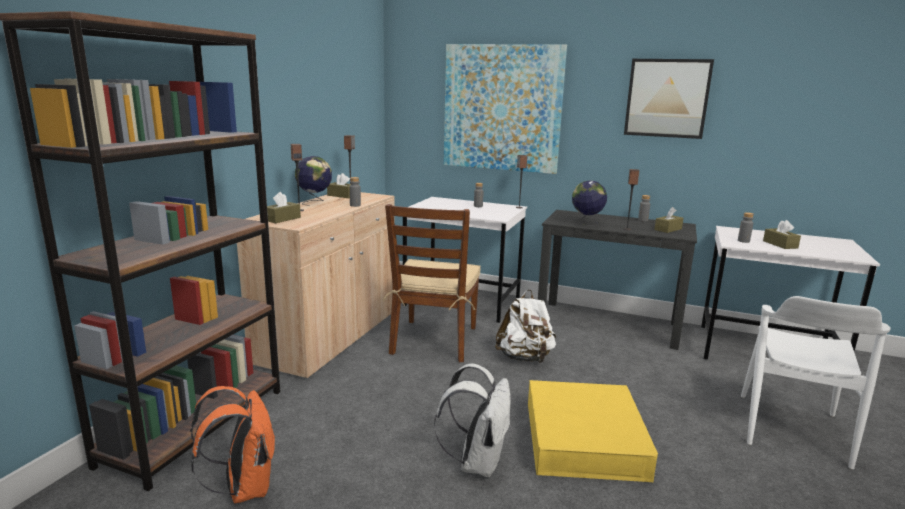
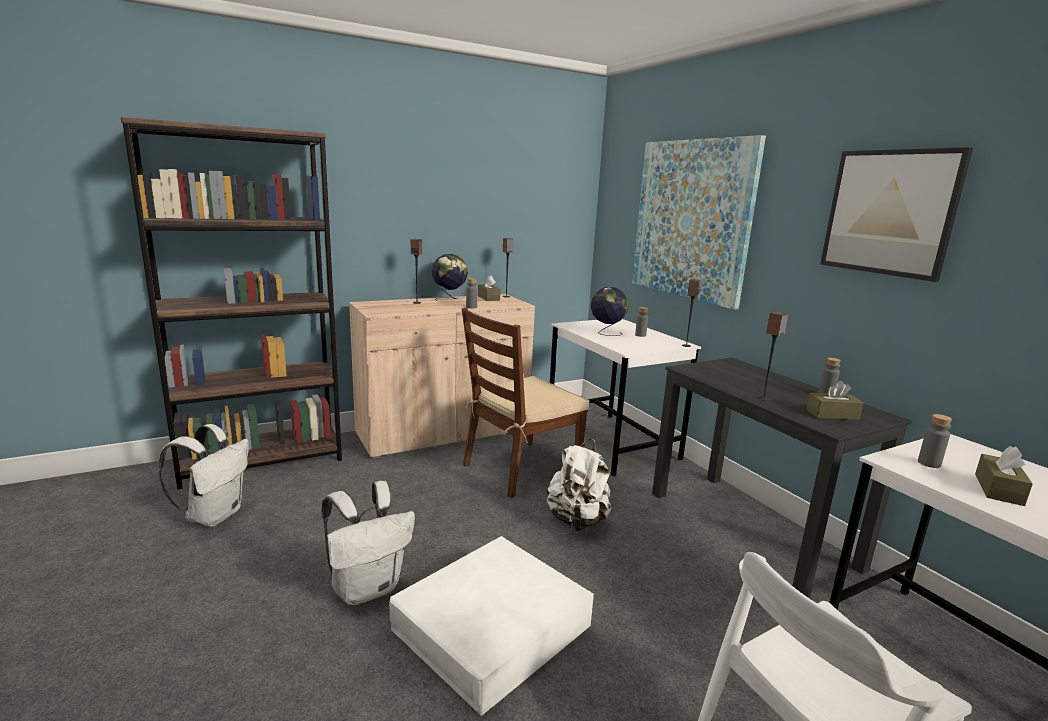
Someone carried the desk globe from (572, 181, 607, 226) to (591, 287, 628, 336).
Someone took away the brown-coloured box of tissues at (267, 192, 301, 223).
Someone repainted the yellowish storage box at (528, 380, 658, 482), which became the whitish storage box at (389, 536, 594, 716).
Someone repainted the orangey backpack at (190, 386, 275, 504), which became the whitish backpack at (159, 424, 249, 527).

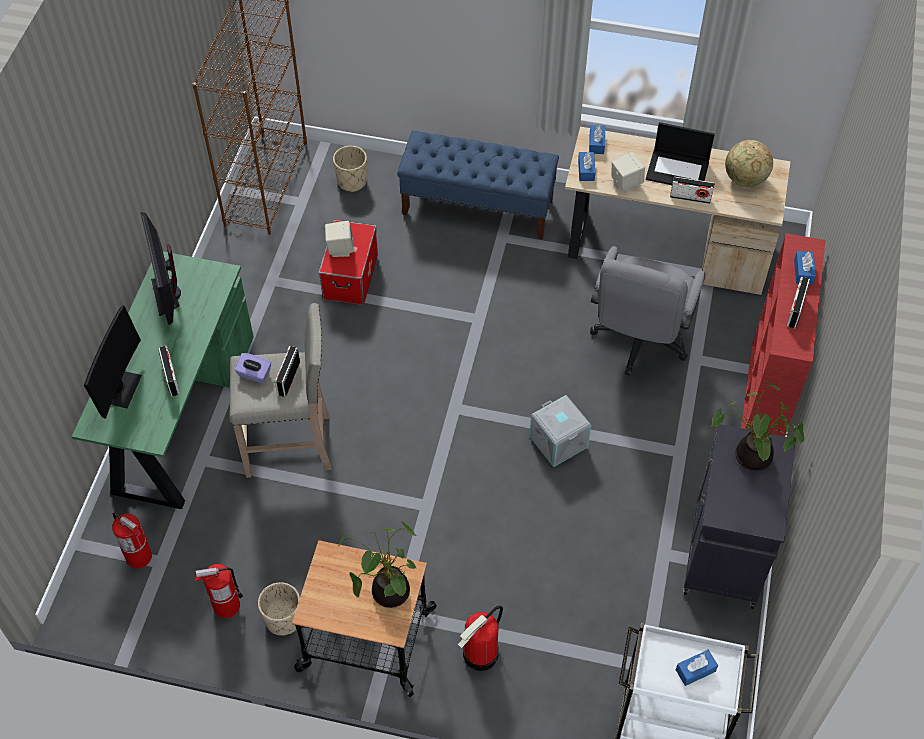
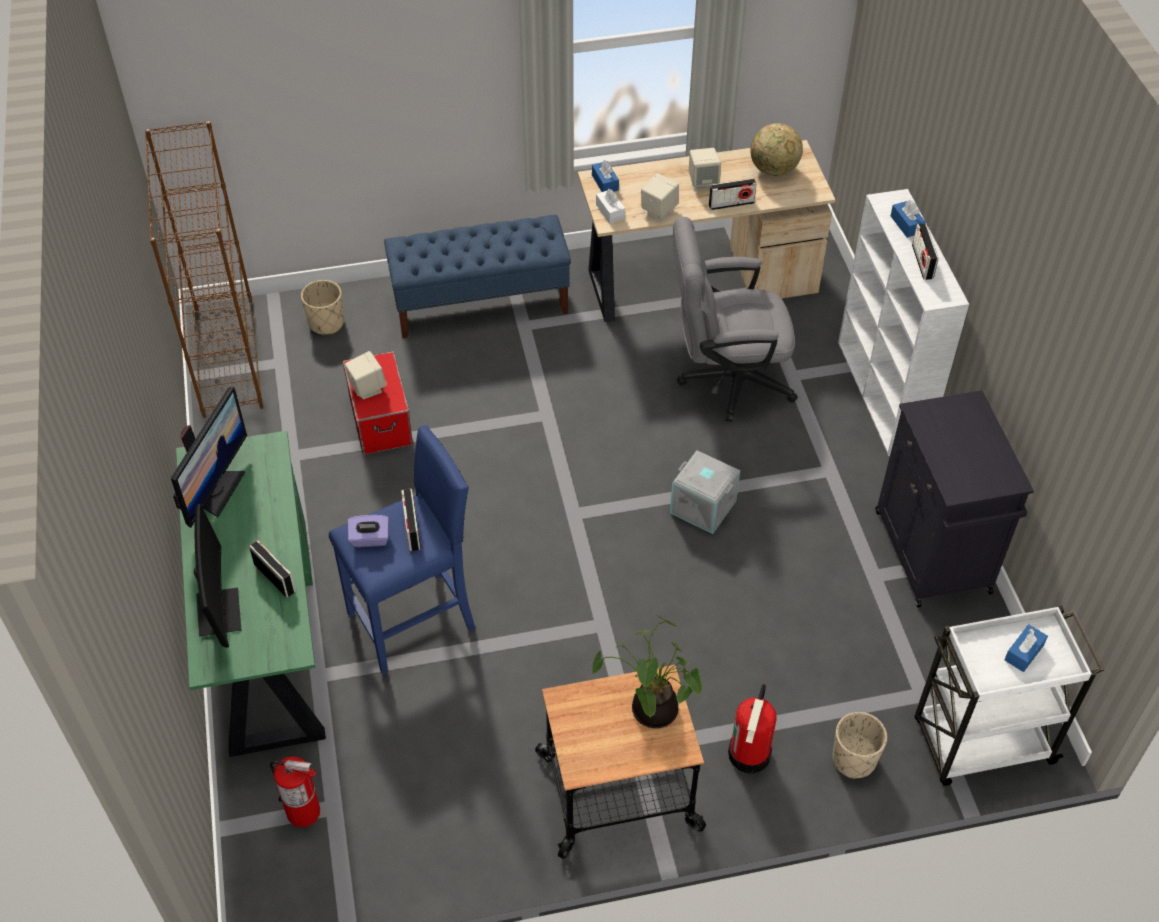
Someone swapped the notebook computer at (646, 122, 715, 185) for the beige-coloured loudspeaker at (689, 148, 721, 190).
Someone repainted the blue-coloured box of tissues at (578, 151, 595, 181), which became the whitish box of tissues at (596, 188, 625, 224).
Someone rotated the computer screen at (140, 212, 181, 325) by 120 degrees counterclockwise.
Someone repainted the red shelving unit at (741, 233, 826, 437), which became the whitish shelving unit at (838, 189, 969, 456).
Someone rotated the gray desk chair at (590, 246, 705, 376) by 90 degrees clockwise.
Someone repainted the beige-coloured sitting stool at (230, 303, 331, 478), which became the blue-coloured sitting stool at (329, 425, 475, 675).
Someone took away the houseplant at (712, 380, 804, 471).
Someone took away the extinguisher at (195, 564, 243, 618).
Someone carried the beige-coloured planter from (258, 582, 300, 636) to (832, 712, 887, 779).

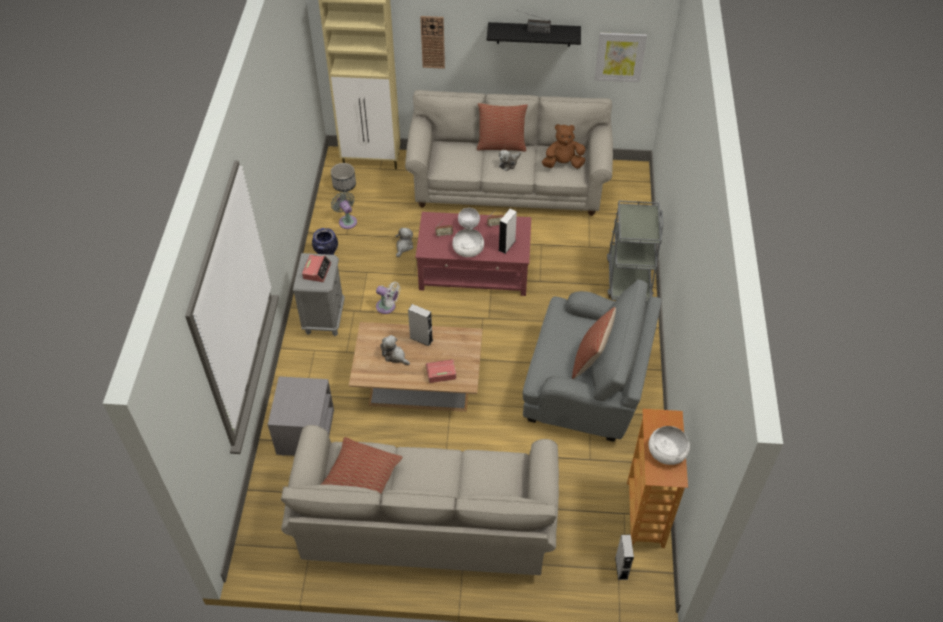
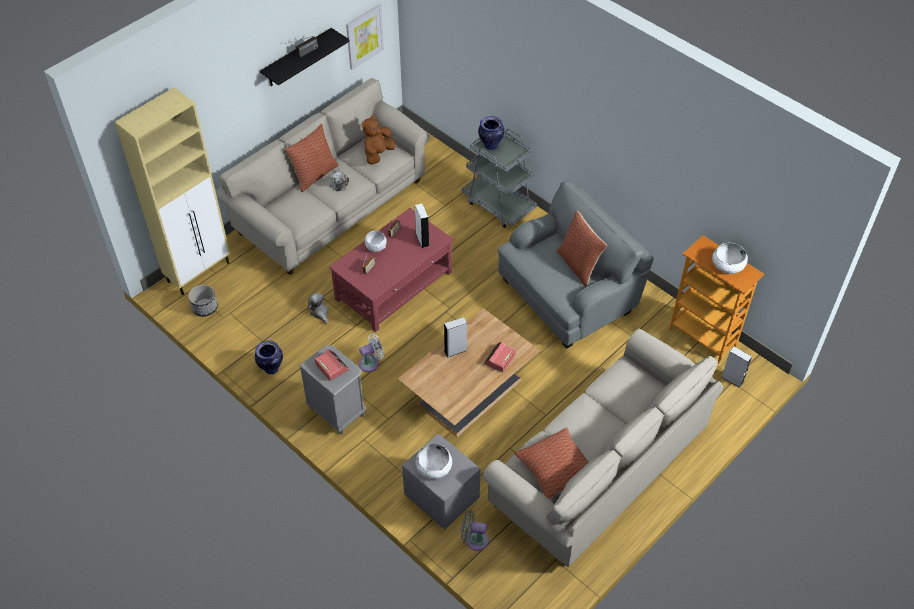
Someone took away the clock on the wall at (420, 16, 445, 69).
Someone carried the gray electric fan from (331, 192, 357, 229) to (461, 510, 489, 551).
Someone carried the whitish serving bowl from (452, 229, 484, 257) to (416, 444, 452, 479).
Someone took away the plush toy at (380, 335, 410, 365).
Someone put down the flower vase at (478, 116, 504, 150).

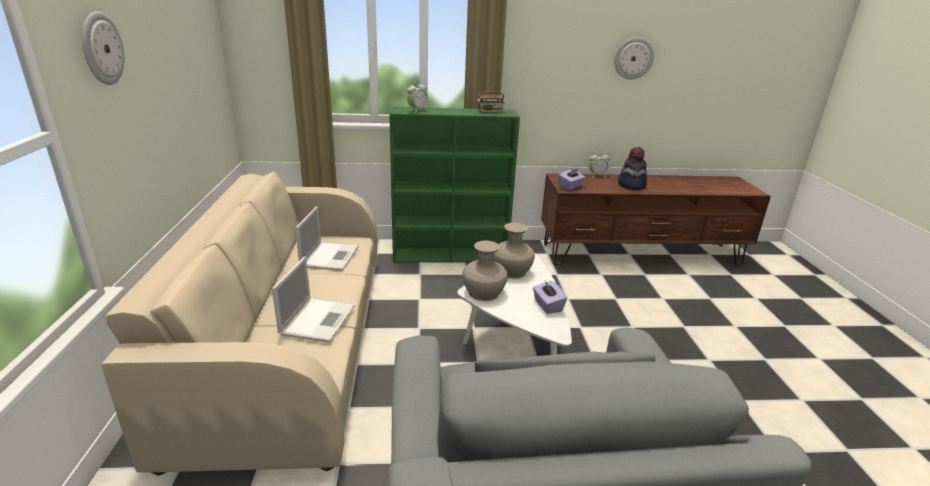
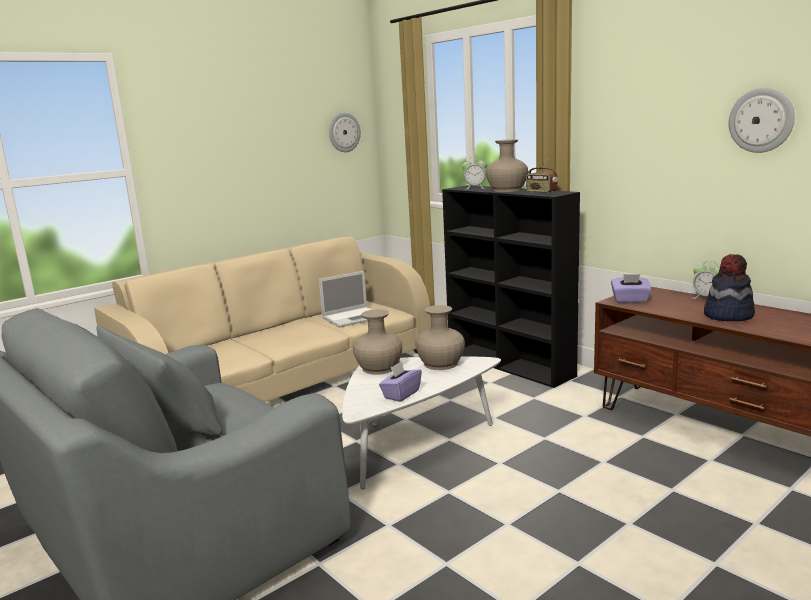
Someone carried the clock on the wall from (82, 11, 124, 85) to (329, 112, 361, 152).
Someone repainted the greenish shelving unit at (389, 107, 520, 262), which became the blackish shelving unit at (442, 185, 580, 388).
Someone took away the notebook computer at (272, 257, 355, 343).
Someone put down the beige-coloured flower vase at (486, 139, 528, 192).

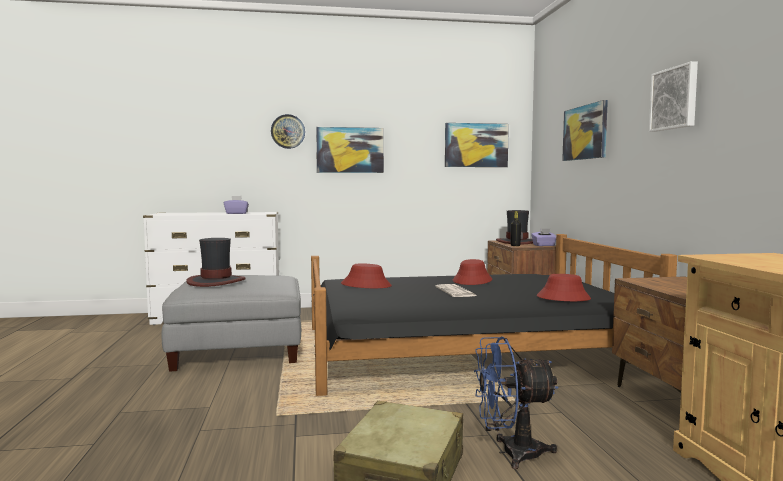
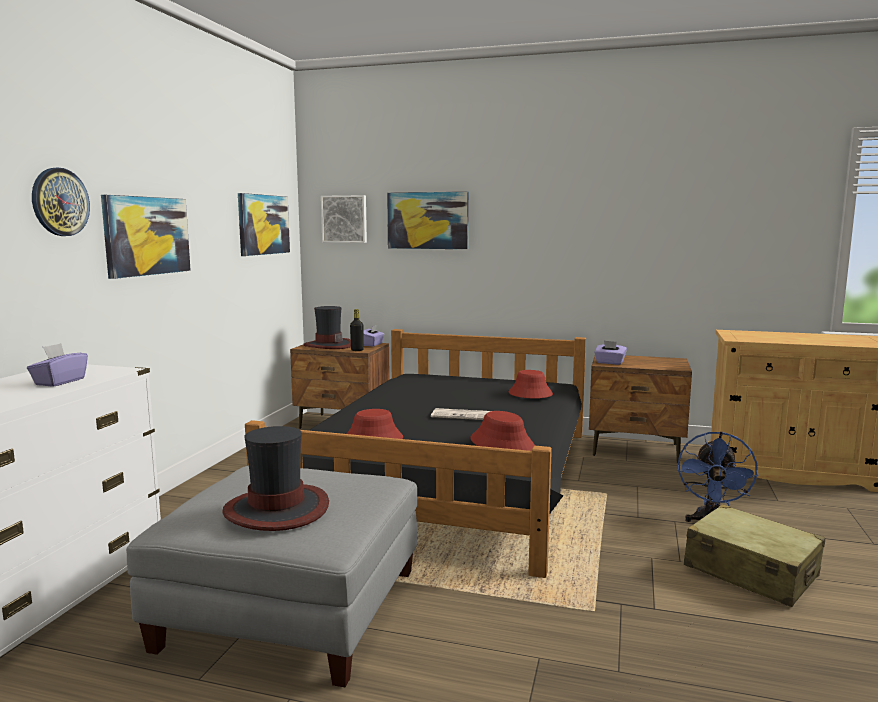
Someone carried the picture from (649, 61, 698, 132) to (321, 195, 367, 243).
Someone carried the red hat from (453, 259, 492, 285) to (470, 411, 535, 451).
Someone put down the purple-coloured box of tissues at (594, 341, 627, 365).

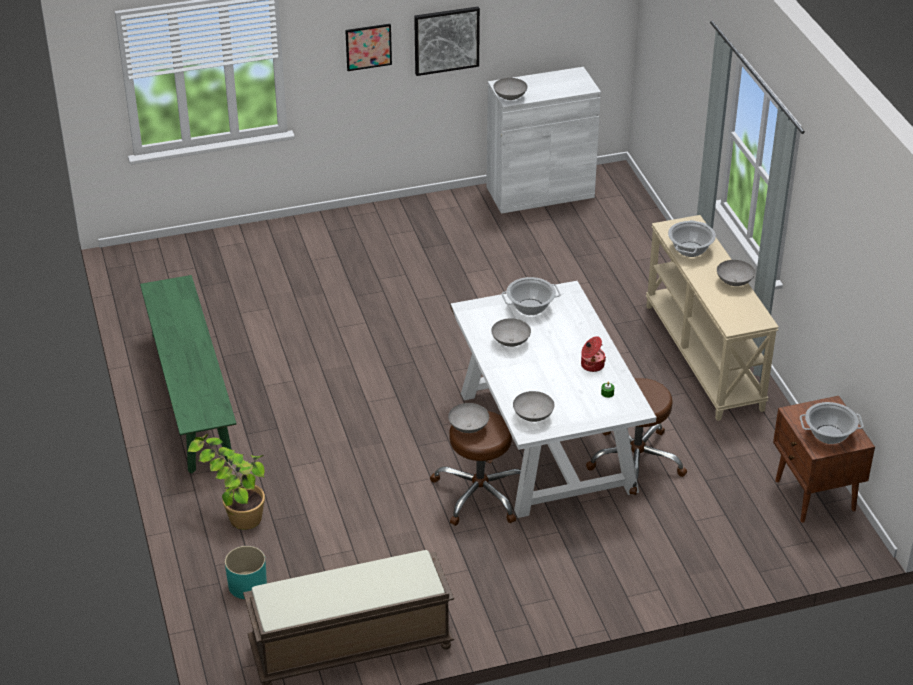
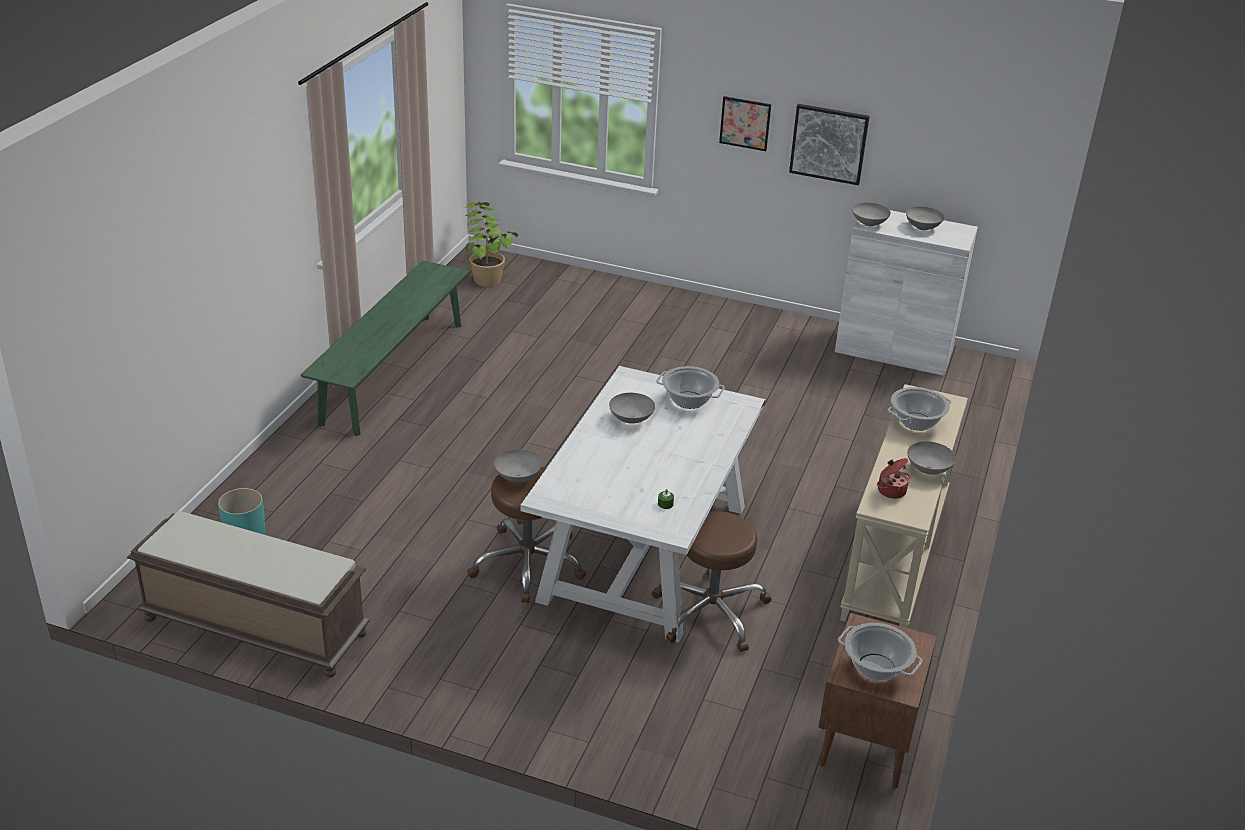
Someone carried the stockpot from (581, 336, 606, 372) to (877, 458, 910, 499).
Someone carried the gray serving bowl from (513, 391, 555, 422) to (906, 207, 944, 231).
Someone carried the houseplant from (187, 434, 265, 530) to (466, 201, 518, 287).

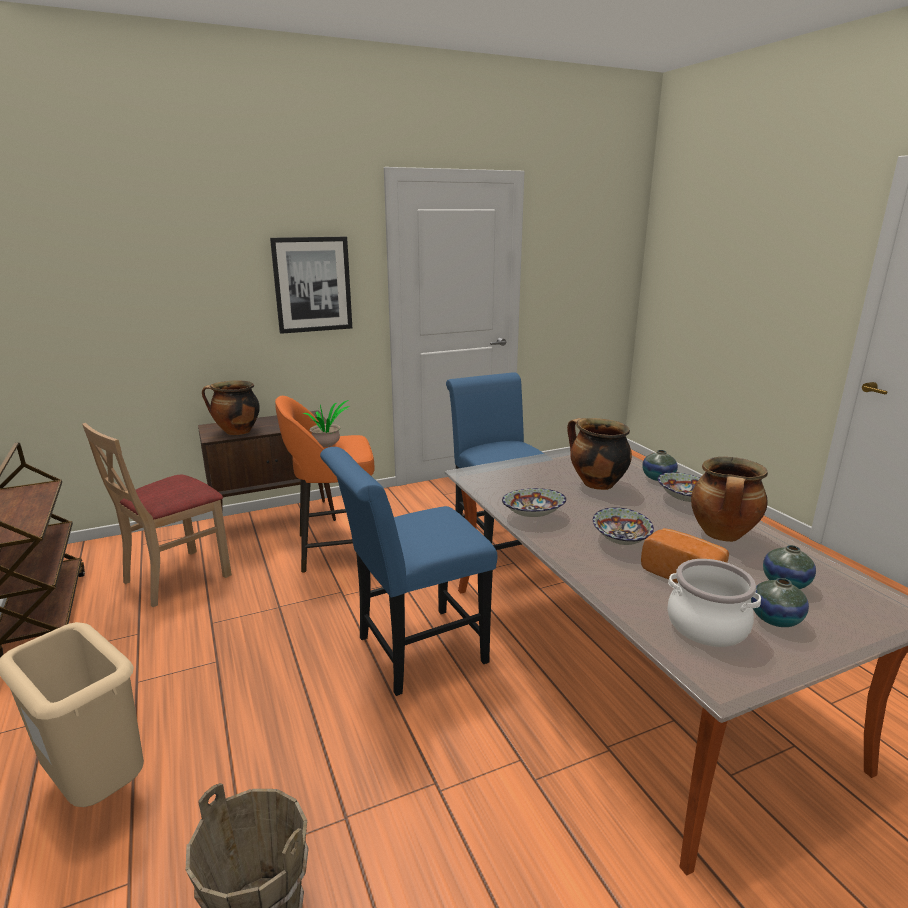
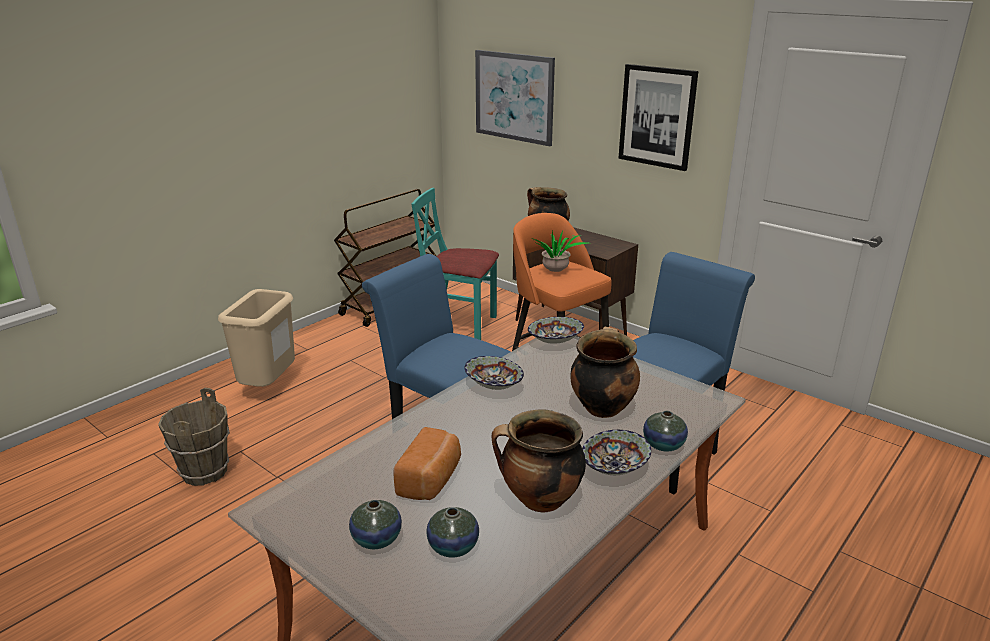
Someone repainted the beige-coloured chair at (82, 423, 232, 607), which became the turquoise-coloured chair at (412, 188, 499, 340).
Someone carried the serving bowl from (593, 507, 654, 545) to (528, 317, 584, 344).
Someone took away the stockpot at (667, 559, 761, 647).
Someone put up the picture at (475, 50, 555, 146).

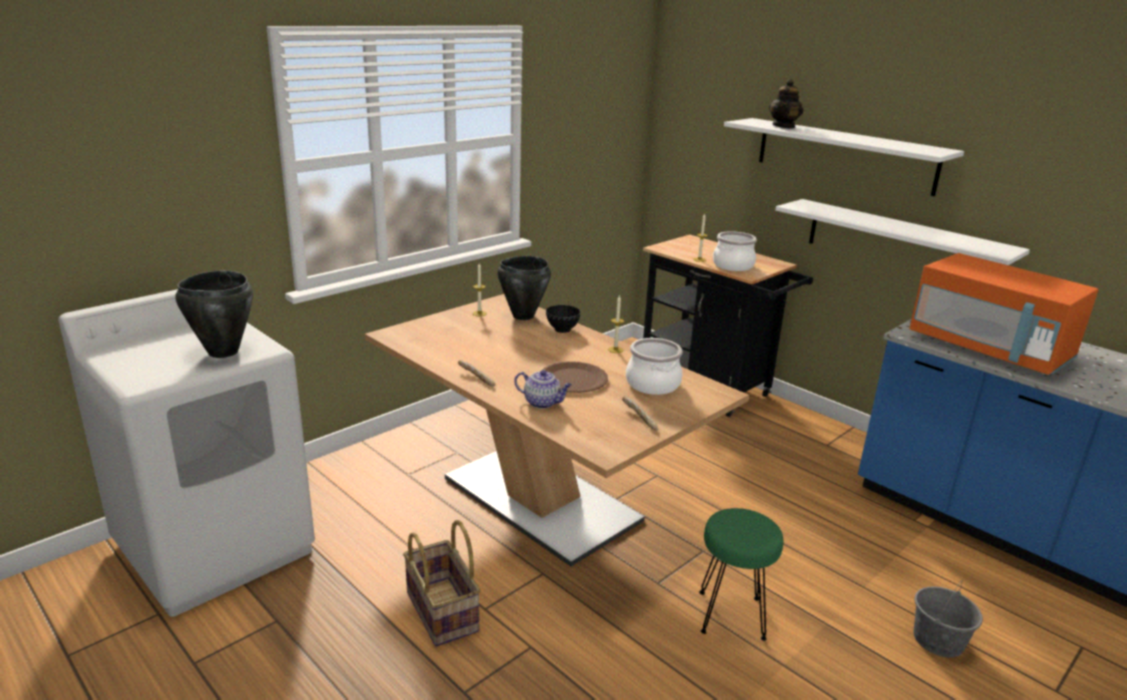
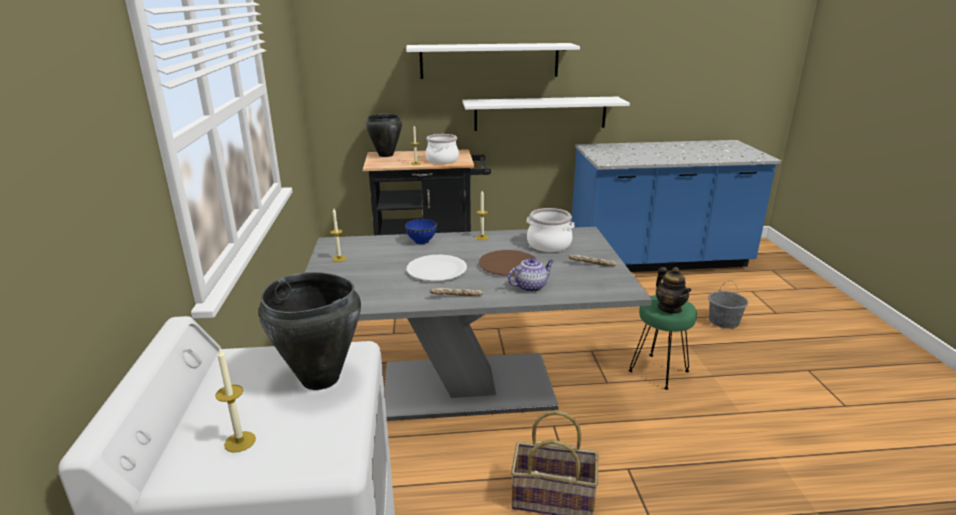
Someone carried the tea pot from (769, 79, 803, 128) to (656, 267, 691, 314).
Someone took away the orangey kitchen microwave at (909, 253, 1098, 375).
Someone carried the blackish stockpot from (498, 256, 551, 320) to (366, 114, 402, 157).
Someone repainted the brown-coloured dining table at (365, 294, 749, 566), which became the gray dining table at (305, 227, 652, 421).
Someone repainted the blackish serving bowl at (546, 305, 581, 333), which became the blue-coloured serving bowl at (405, 219, 437, 244).
Someone put down the whitish dinner plate at (407, 255, 467, 281).
Someone put down the candle at (215, 348, 256, 453).

